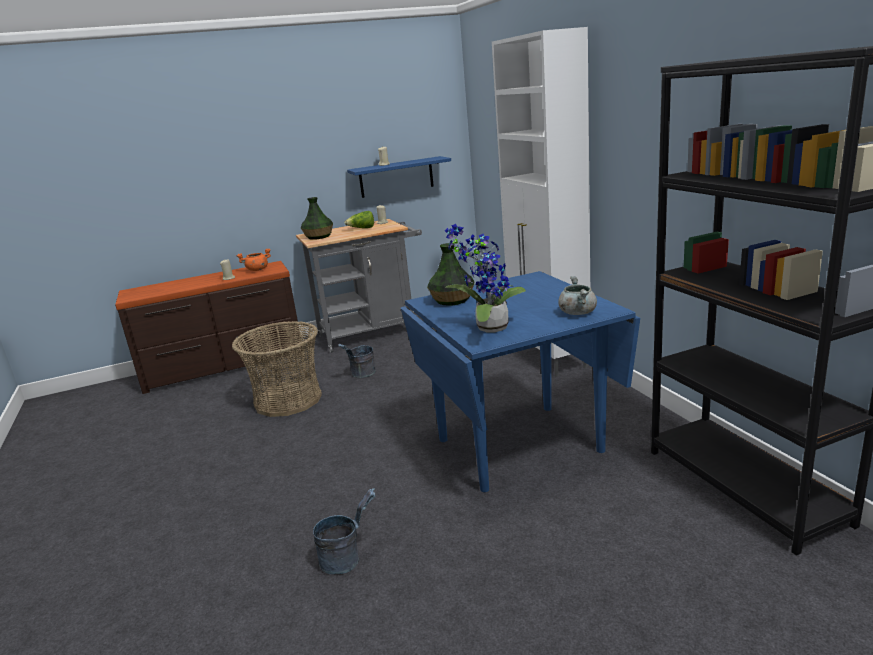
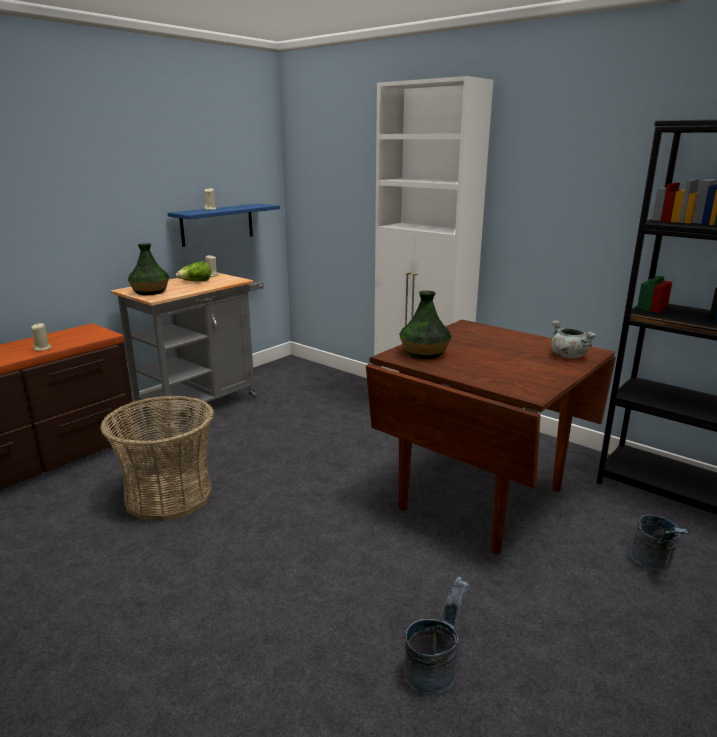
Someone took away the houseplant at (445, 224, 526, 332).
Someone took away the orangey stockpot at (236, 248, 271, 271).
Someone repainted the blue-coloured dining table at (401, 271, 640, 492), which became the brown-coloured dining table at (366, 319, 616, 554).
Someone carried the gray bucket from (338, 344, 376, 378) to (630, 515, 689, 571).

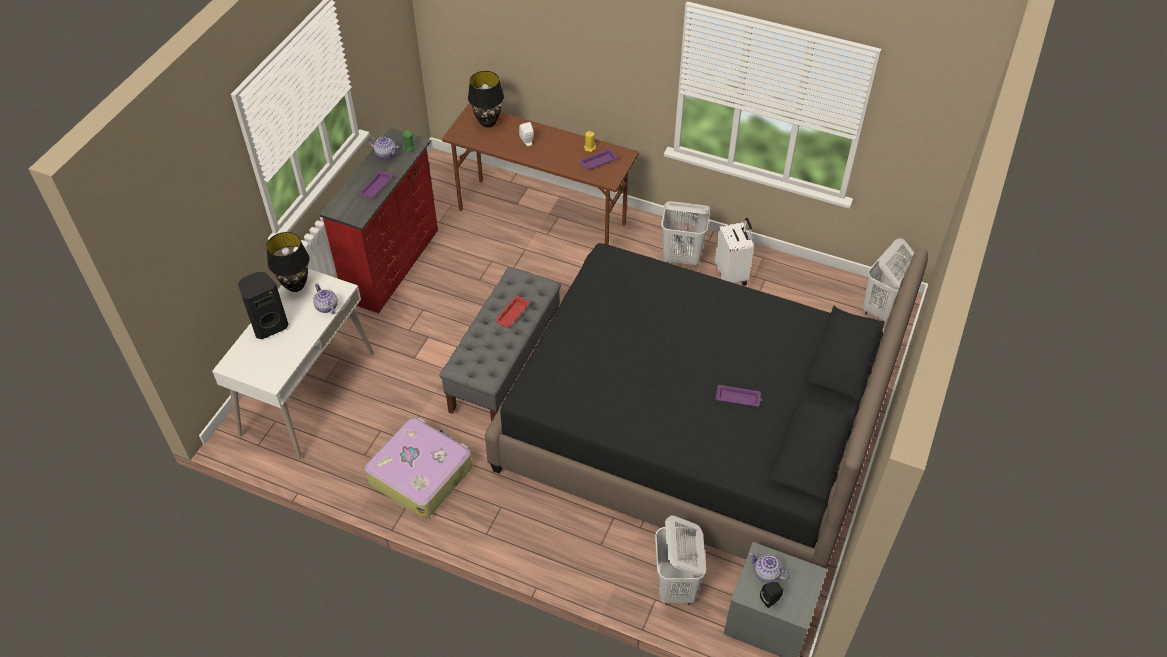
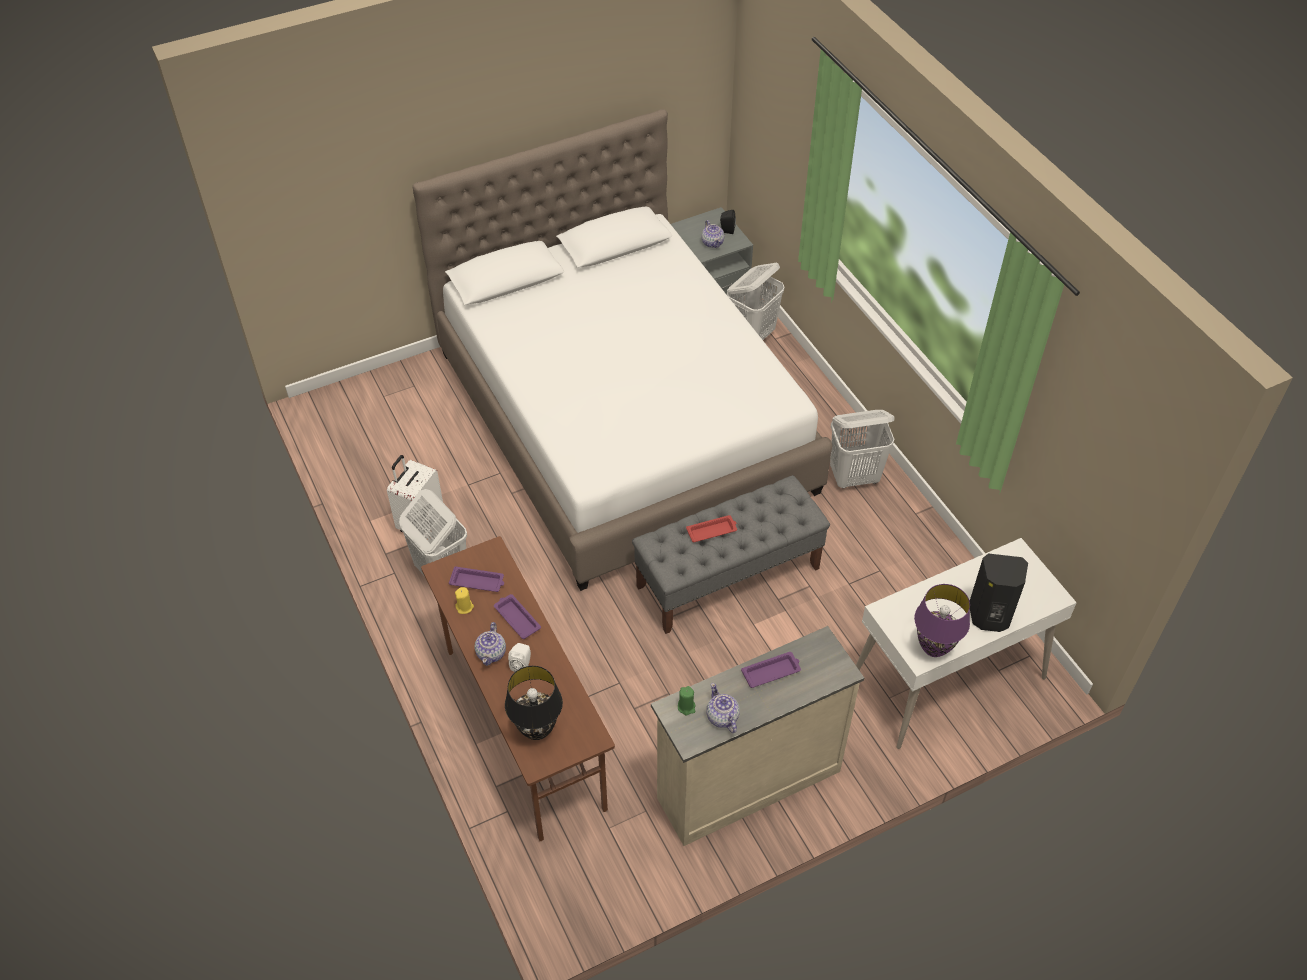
Someone repainted the red dresser at (319, 128, 438, 313), which became the beige-coloured dresser at (651, 626, 864, 846).
Someone repainted the blackish lamp for a table at (267, 232, 309, 292), which became the purple-coloured lamp for a table at (914, 584, 970, 657).
Someone carried the whitish washing basket from (863, 238, 914, 322) to (830, 410, 895, 488).
Someone repainted the blackish bed at (485, 243, 928, 569), which became the whitish bed at (412, 109, 832, 591).
Someone carried the tea pot from (313, 283, 338, 314) to (474, 622, 506, 666).
Someone carried the purple-coloured tray from (716, 385, 762, 407) to (494, 594, 541, 639).
Someone took away the piece of luggage at (365, 418, 472, 518).

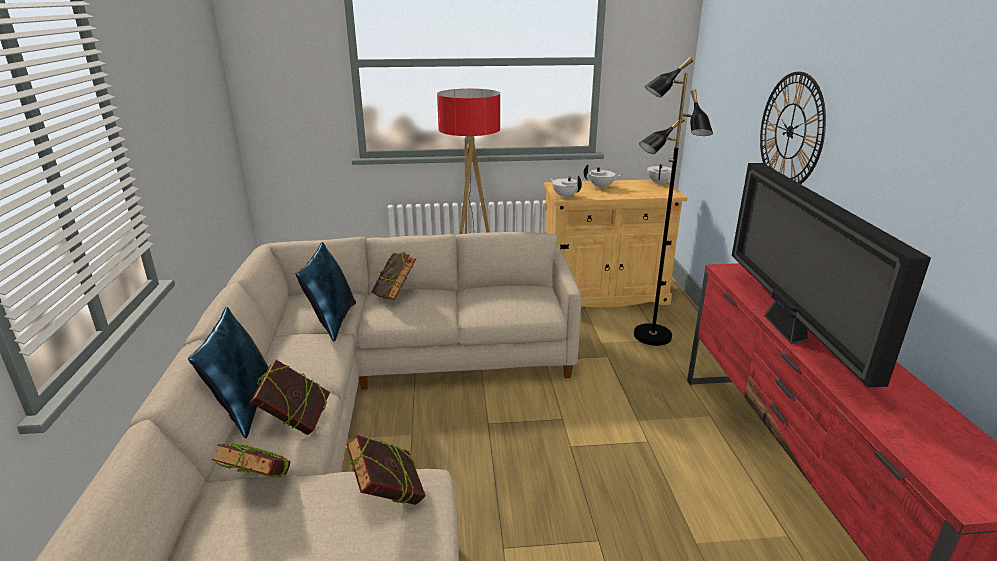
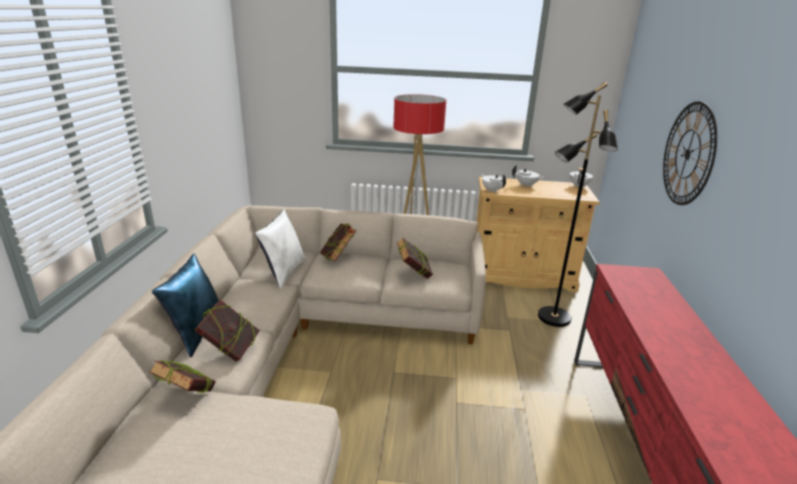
Someone took away the TV at (732, 163, 931, 387).
Someone repainted the blue-coloured throw pillow at (296, 242, 356, 342), which became the whitish throw pillow at (255, 209, 307, 289).
Someone carried the bound book from (346, 435, 426, 505) to (397, 237, 433, 279).

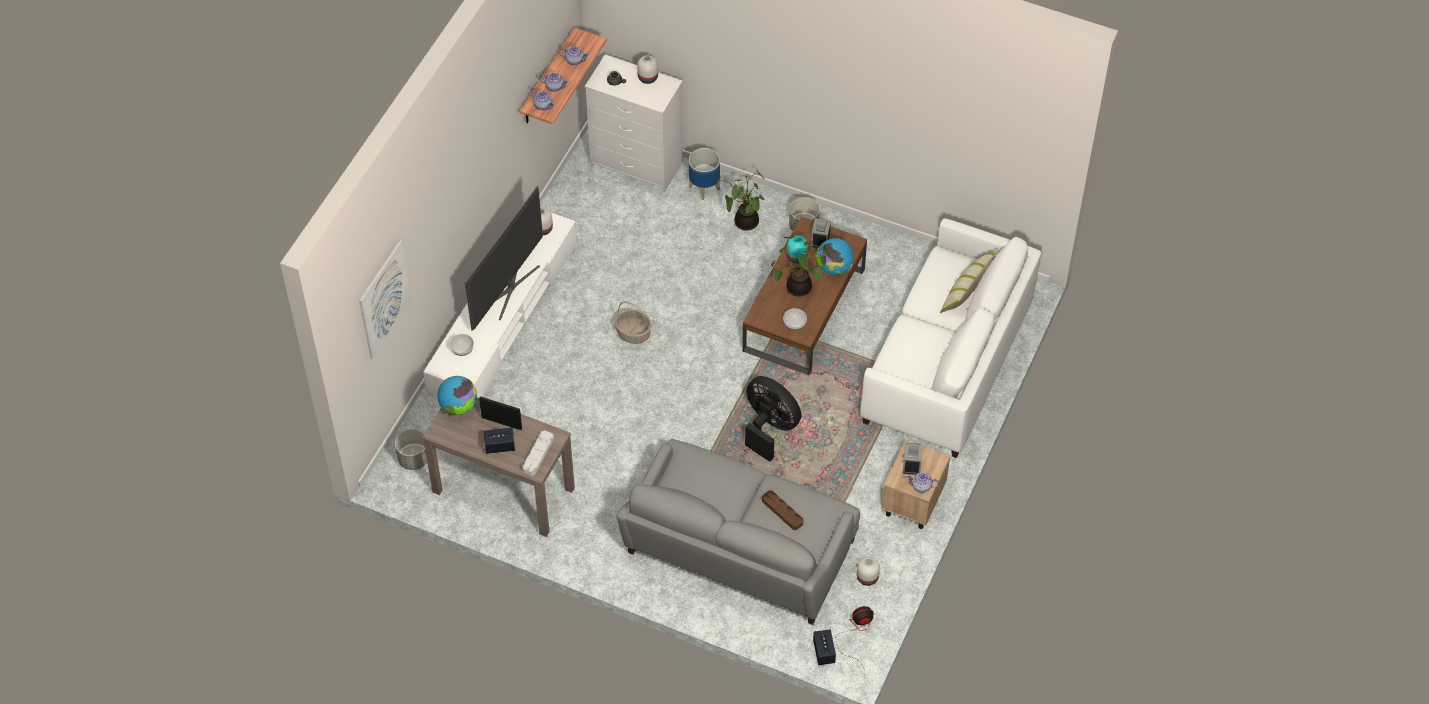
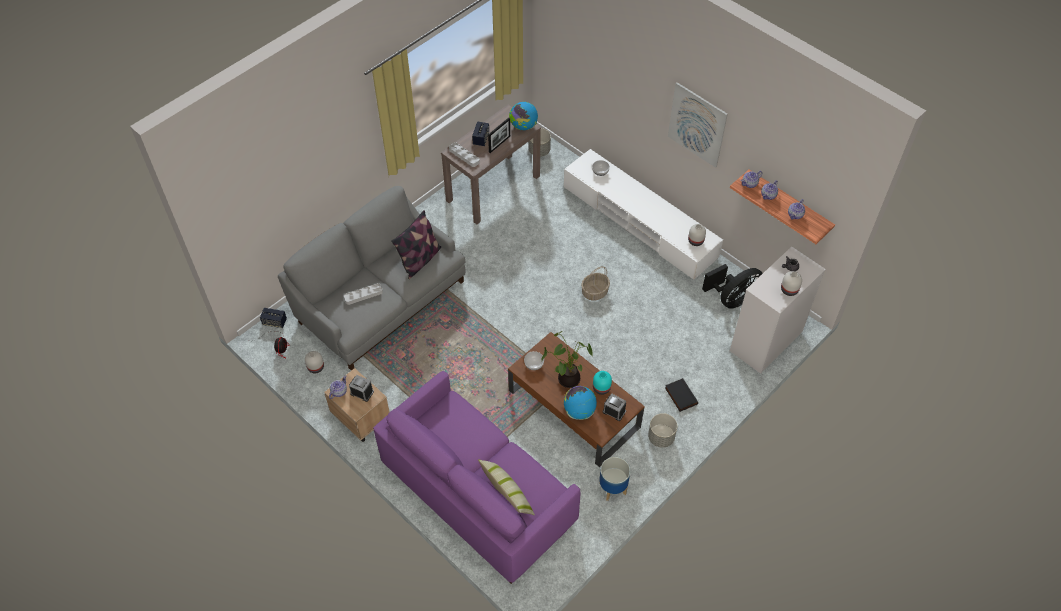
Someone carried the planter from (689, 148, 720, 200) to (599, 457, 630, 501).
Someone swapped the houseplant at (715, 171, 764, 231) for the blackish bound book at (665, 378, 698, 412).
Someone took away the TV at (465, 186, 543, 331).
Someone repainted the whitish couch at (860, 218, 1041, 458), which became the purple-coloured couch at (373, 371, 581, 584).
Someone carried the picture from (359, 240, 412, 359) to (668, 82, 728, 168).
Someone carried the blackish electric fan from (745, 376, 801, 462) to (702, 264, 763, 309).
Someone repainted the brown-coloured tray at (762, 490, 803, 530), which became the gray tray at (344, 283, 383, 305).
Someone put down the throw pillow at (391, 210, 441, 279).

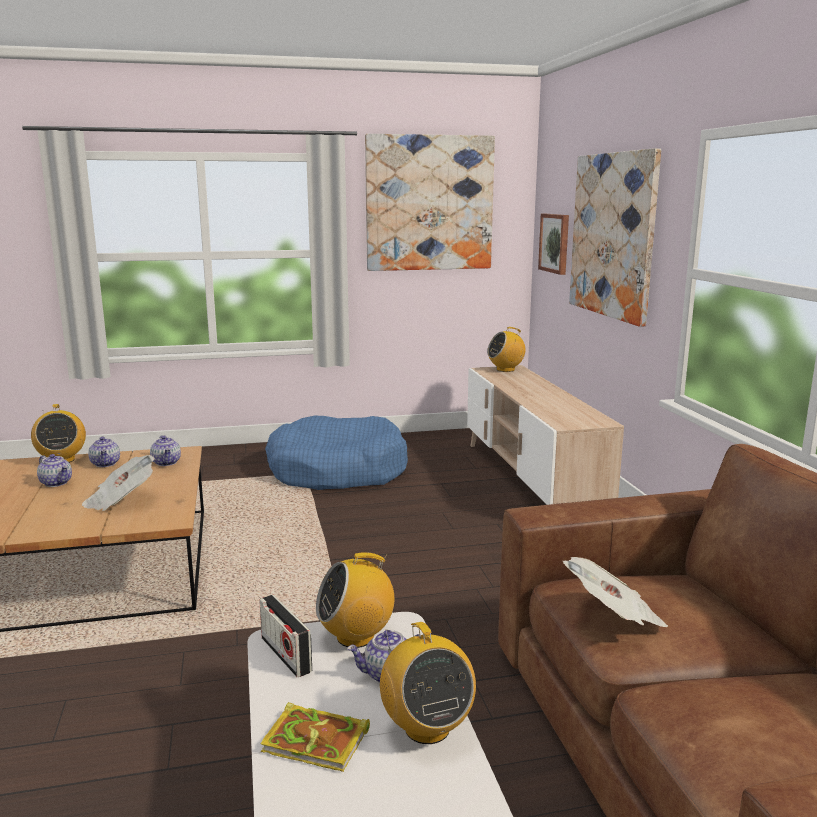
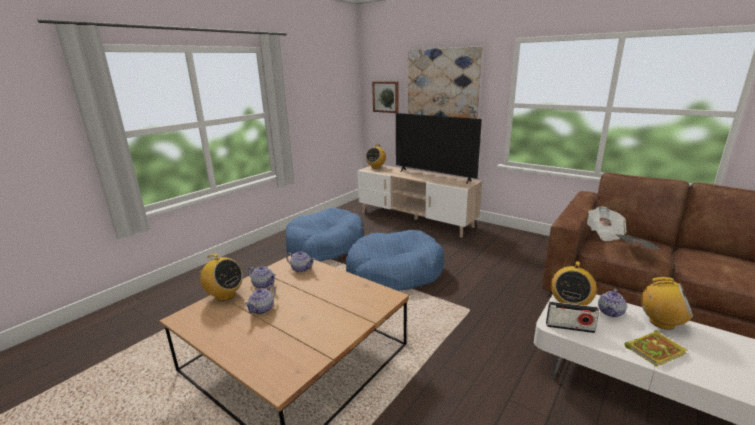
Someone took away the picture at (365, 134, 495, 271).
Someone rotated the tea pot at (37, 454, 72, 487) by 120 degrees clockwise.
Someone carried the daily paper from (82, 455, 155, 511) to (587, 206, 627, 241).
Someone put down the TV at (396, 113, 482, 184).
Someone put down the blue-coloured pet bed at (346, 230, 444, 291).

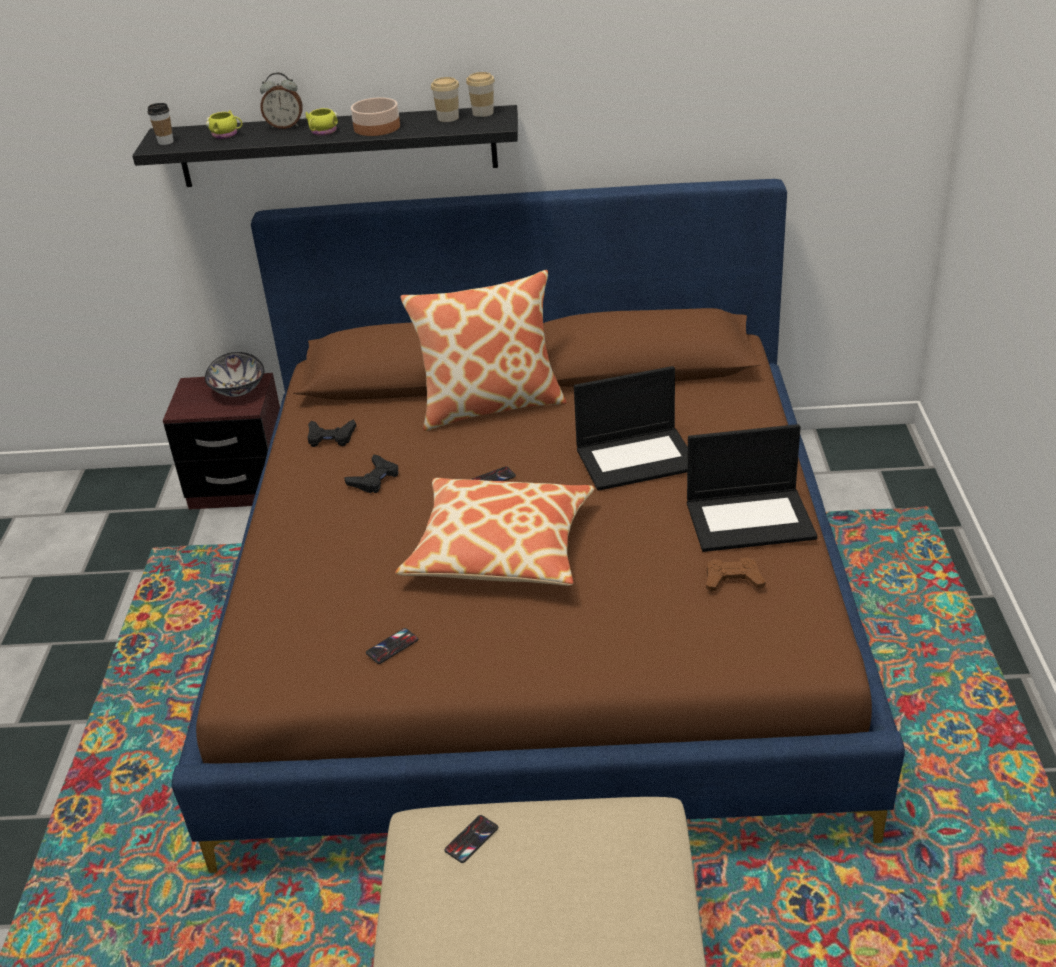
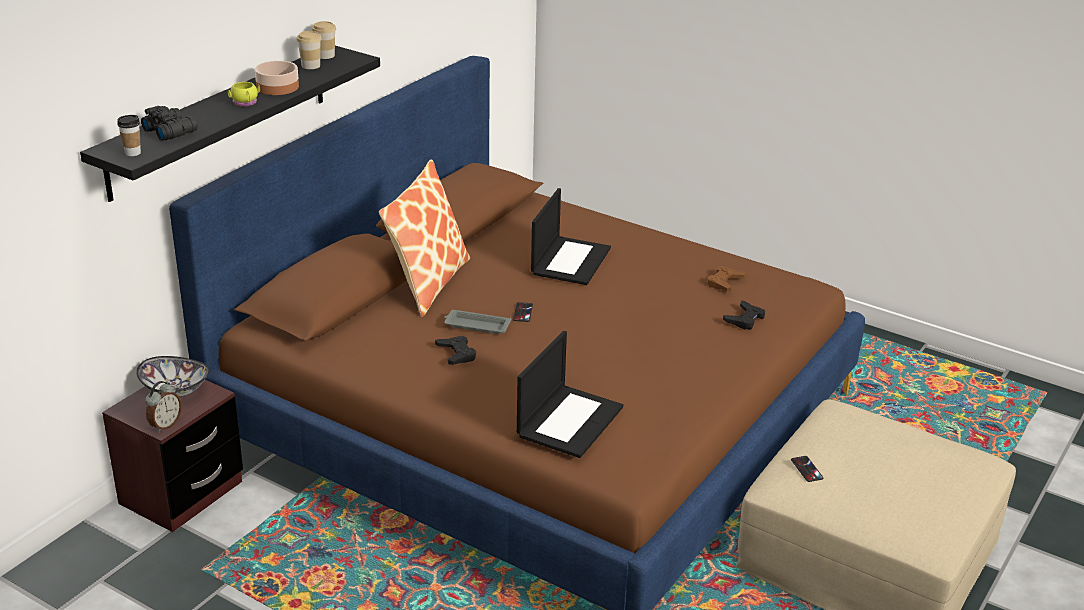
Someone carried the alarm clock from (260, 72, 303, 129) to (145, 381, 182, 432).
Someone swapped the yellowish tea mug at (206, 110, 242, 139) for the blackish binoculars at (141, 106, 197, 141).
Someone carried the blackish joypad from (307, 419, 356, 447) to (723, 300, 765, 330).
Someone carried the notebook computer from (687, 424, 818, 552) to (517, 331, 623, 458).
Someone took away the throw pillow at (395, 478, 595, 586).
Someone took away the handset at (366, 628, 418, 664).
Someone put down the gray tray at (444, 310, 511, 334).

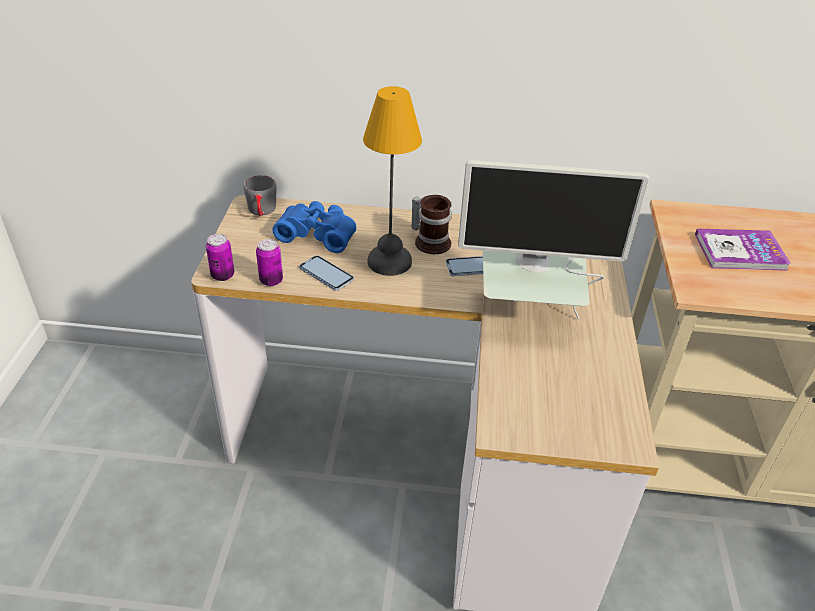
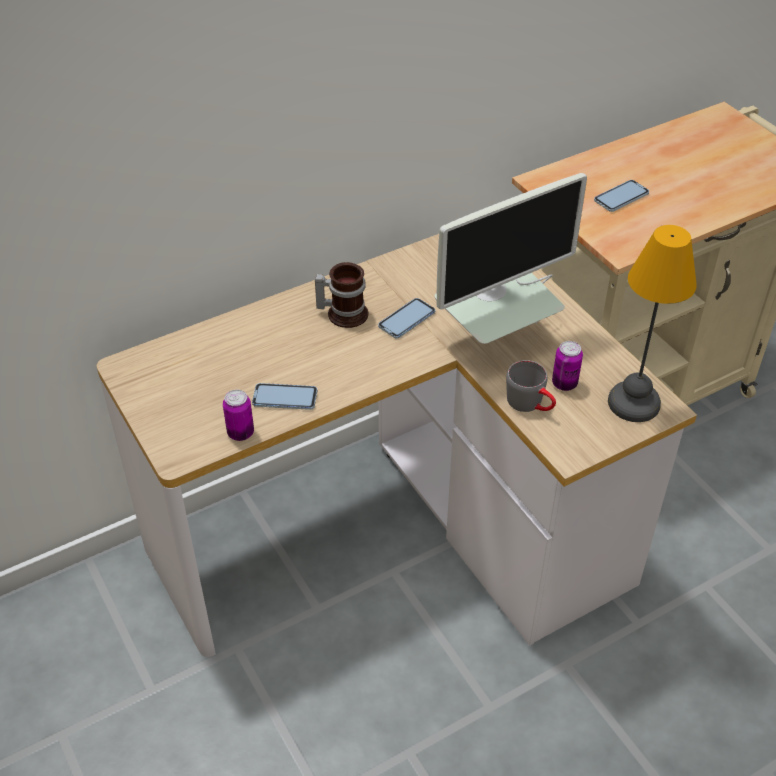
Someone carried the lamp for a table from (363, 86, 422, 276) to (608, 225, 697, 422).
Someone carried the gray tea mug from (243, 175, 277, 216) to (506, 360, 556, 412).
Someone took away the blue-coloured binoculars at (272, 201, 357, 253).
Someone swapped the bound book at (695, 229, 791, 271) for the handset at (594, 180, 649, 212).
Someone carried the metal can from (206, 234, 234, 281) to (552, 341, 583, 391).

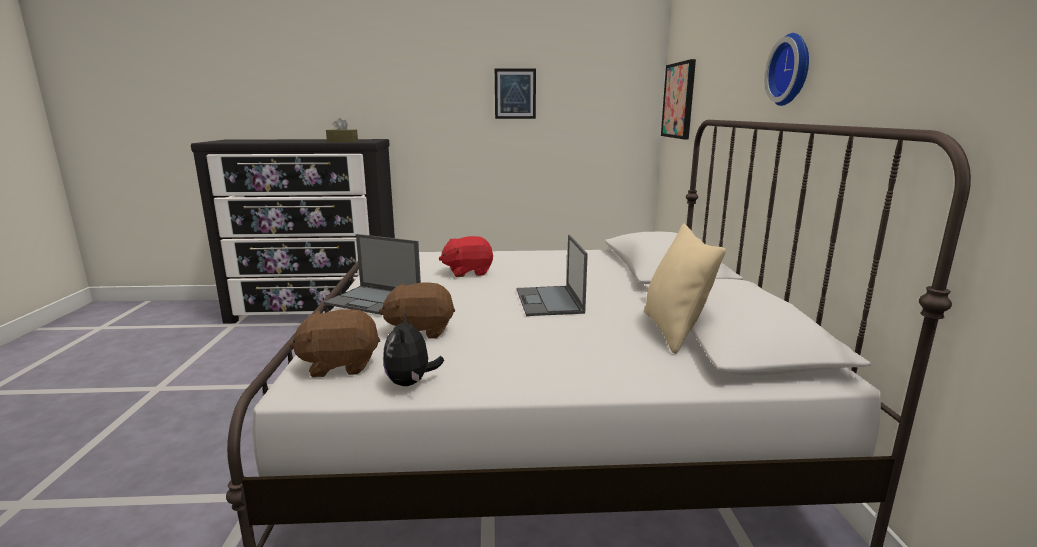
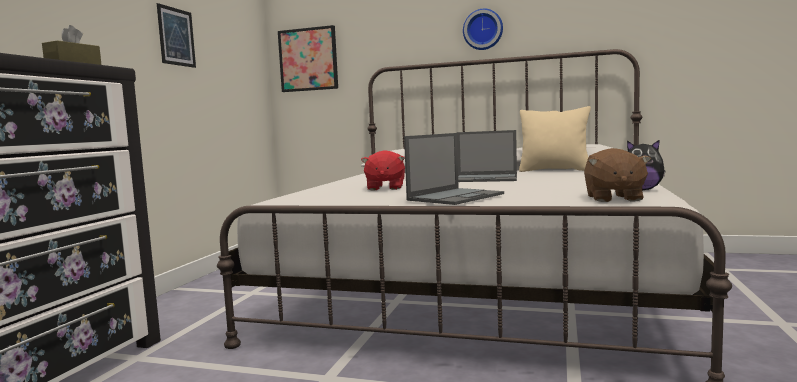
Someone took away the brown-coloured plush toy at (379, 283, 455, 339).

